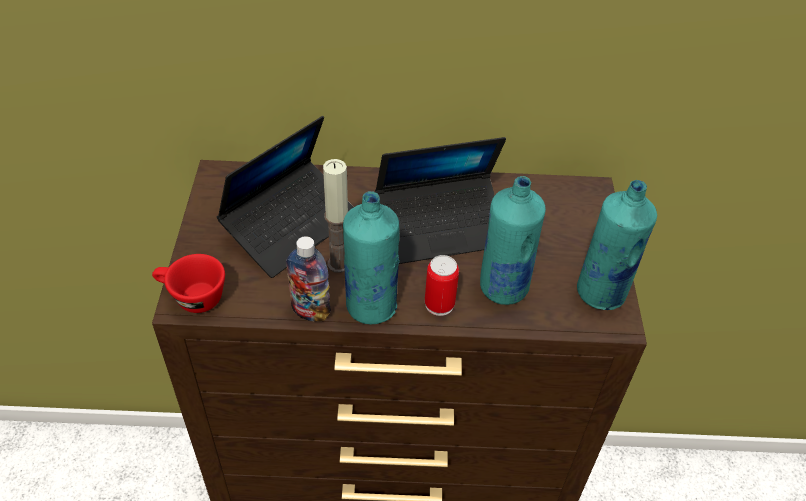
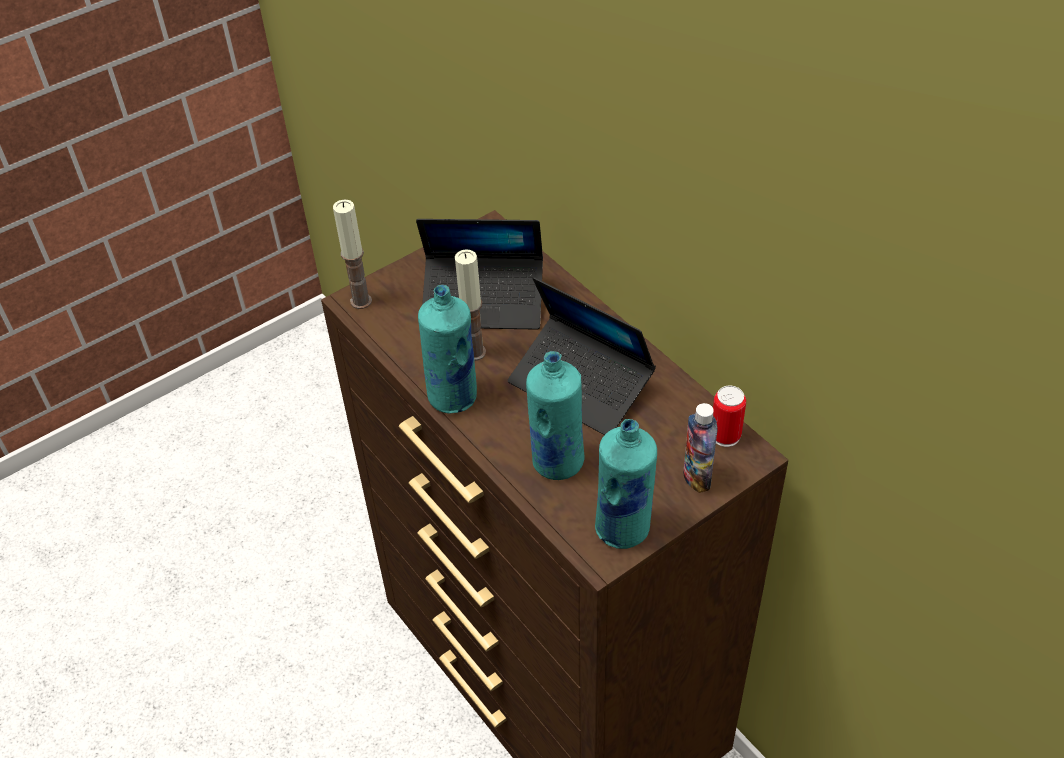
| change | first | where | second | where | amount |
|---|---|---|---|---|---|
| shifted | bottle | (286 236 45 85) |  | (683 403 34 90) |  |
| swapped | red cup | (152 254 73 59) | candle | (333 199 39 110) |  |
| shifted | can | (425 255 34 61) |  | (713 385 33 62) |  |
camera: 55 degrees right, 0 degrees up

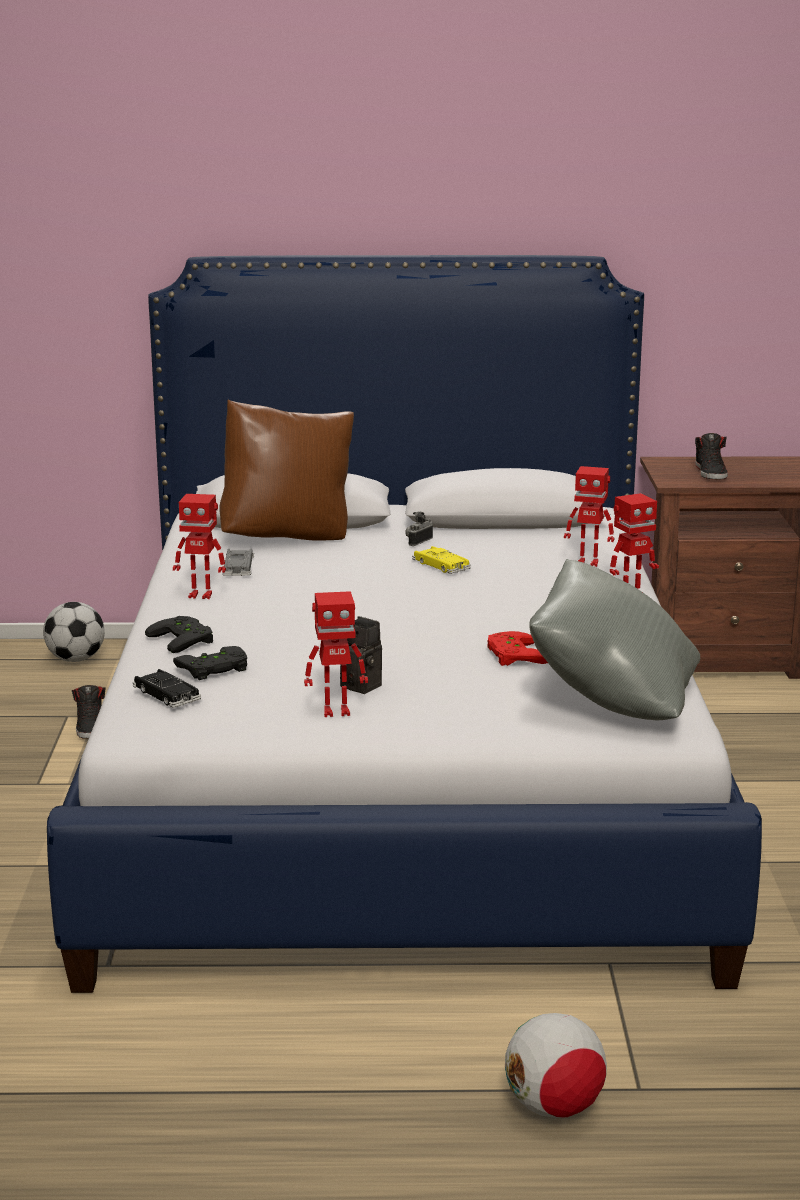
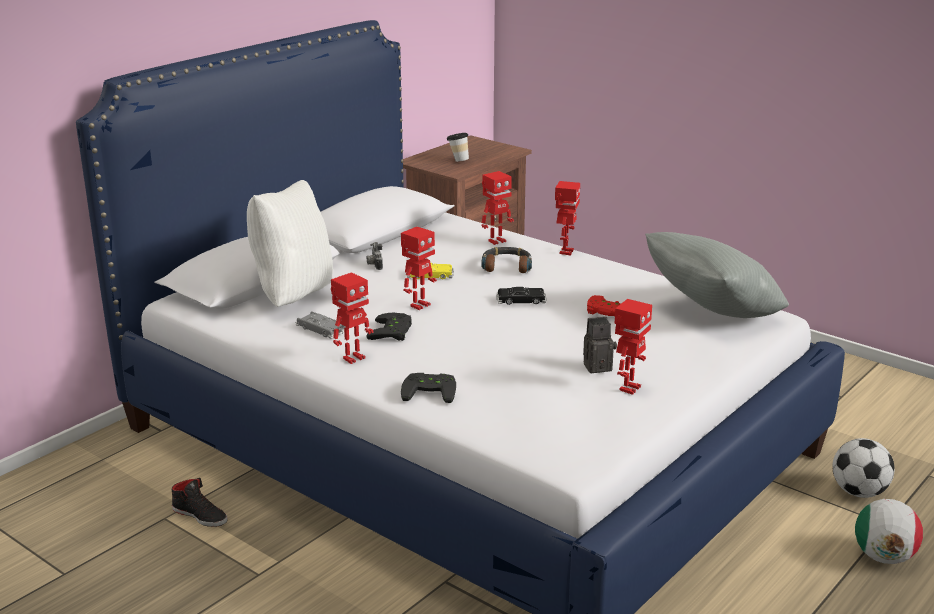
| change | first | where | second | where | amount |
|---|---|---|---|---|---|
| repainted | brown pillow | (219 400 135 141) | white pillow | (247 180 86 127) |  |
| swapped | black shoe | (695 433 33 46) | cup | (447 133 22 29) |  |
| shifted | football | (43 602 62 60) |  | (833 438 61 60) |  |
| shifted | black game controller | (173 646 74 34) |  | (366 313 46 28) |  |
| shifted | black toy car | (132 669 69 39) |  | (497 287 50 18) |  |
| new |  |  | toy robot | (401 227 36 83) |  |
| new |  |  | headphones | (481 247 51 26) |  |
camera: 50 degrees left, 5 degrees up

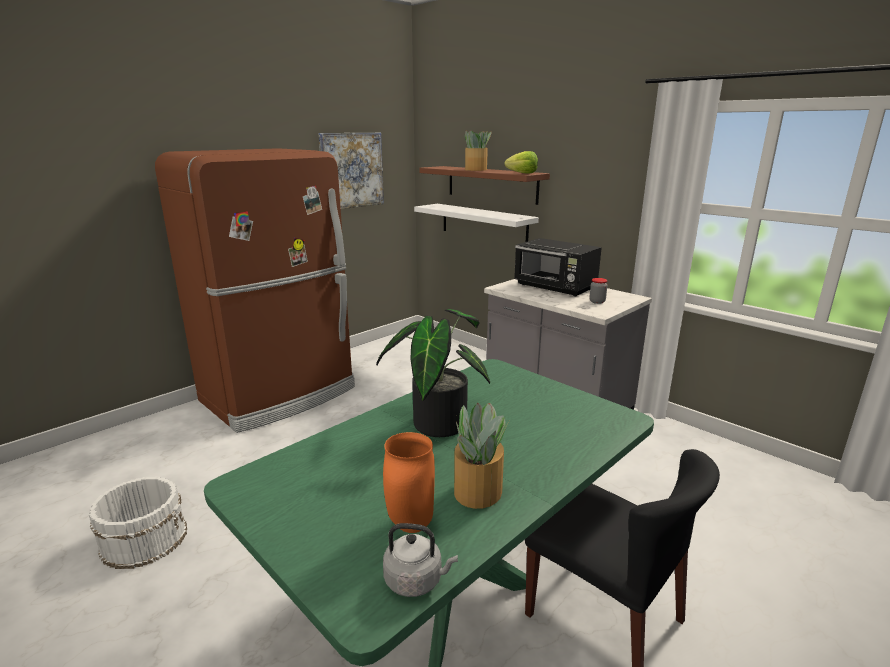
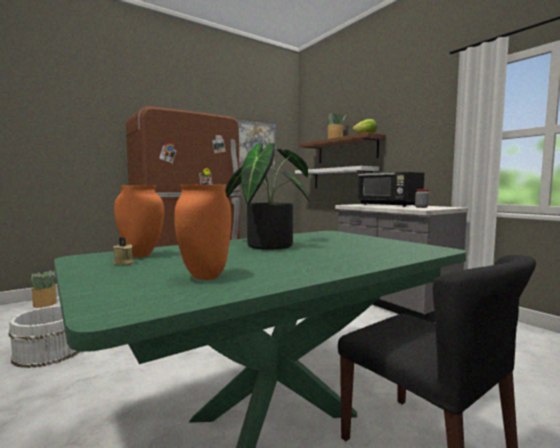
| change | first | where | second | where | amount |
|---|---|---|---|---|---|
| shifted | potted plant | (454 403 54 106) |  | (26 270 31 38) |  |
| gone | grey kettle | (383 523 75 74) |  |  |  |
| new |  |  | orange vase | (114 185 50 73) |  |
| new |  |  | beige candle | (113 237 21 28) |  |
camera: 10 degrees right, 15 degrees down

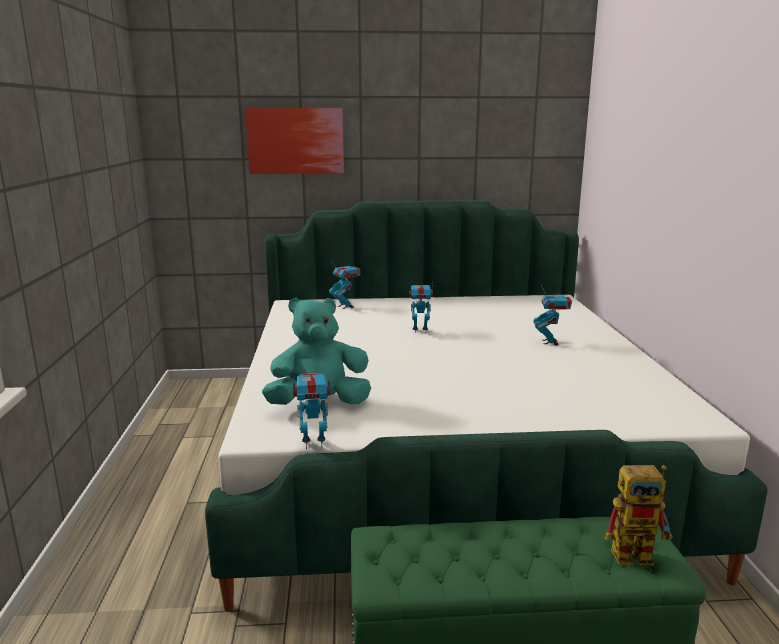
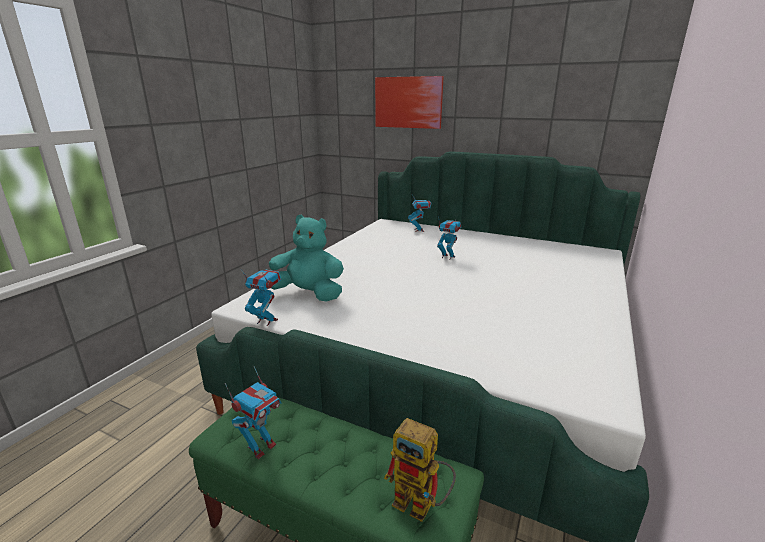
| change | first | where | second | where | amount |
|---|---|---|---|---|---|
| shifted | toy robot | (533 285 39 60) |  | (225 367 56 92) |  |
camera: 30 degrees right, 5 degrees up

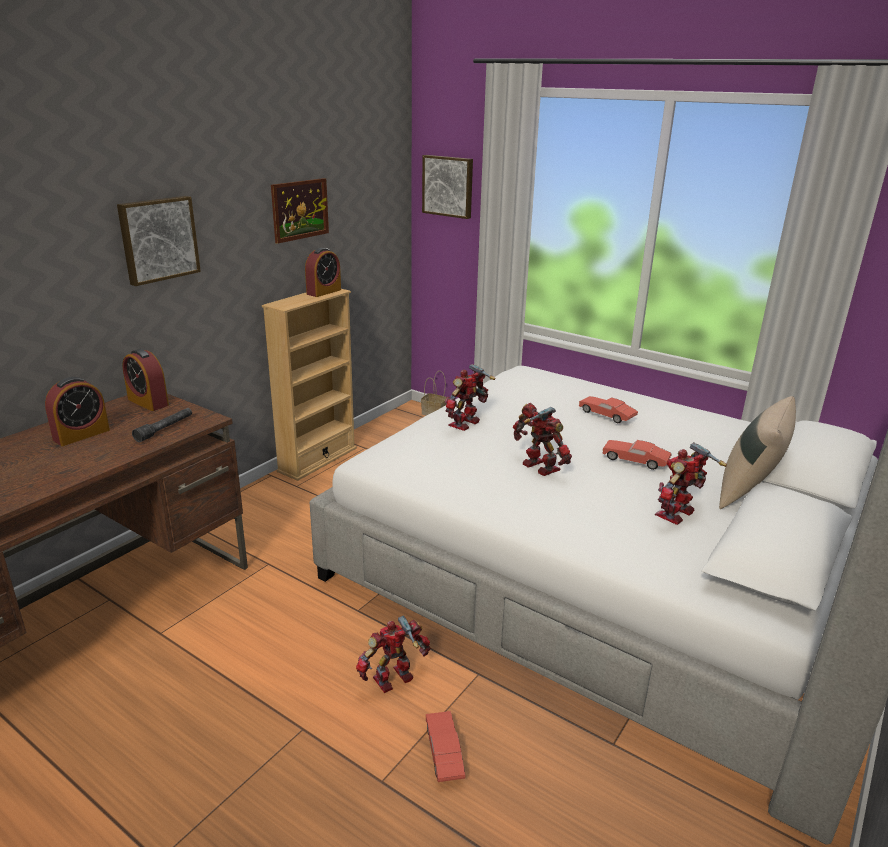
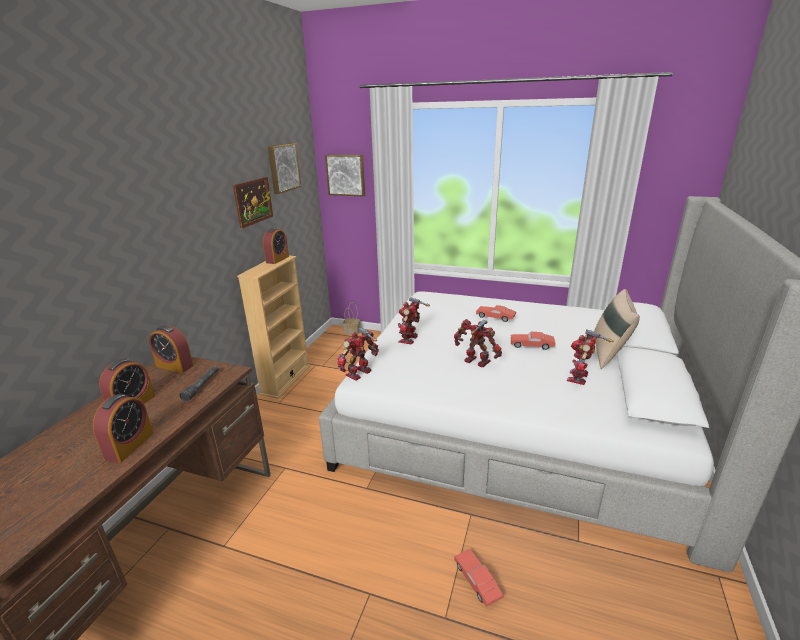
| change | first | where | second | where | amount |
|---|---|---|---|---|---|
| shifted | picture | (117 196 84 90) |  | (268 143 33 51) |  |
| shifted | toy robot | (356 615 74 78) |  | (337 327 42 54) |  |
| new |  |  | alarm clock | (93 394 61 69) |  |
camera: 15 degrees left, 0 degrees up

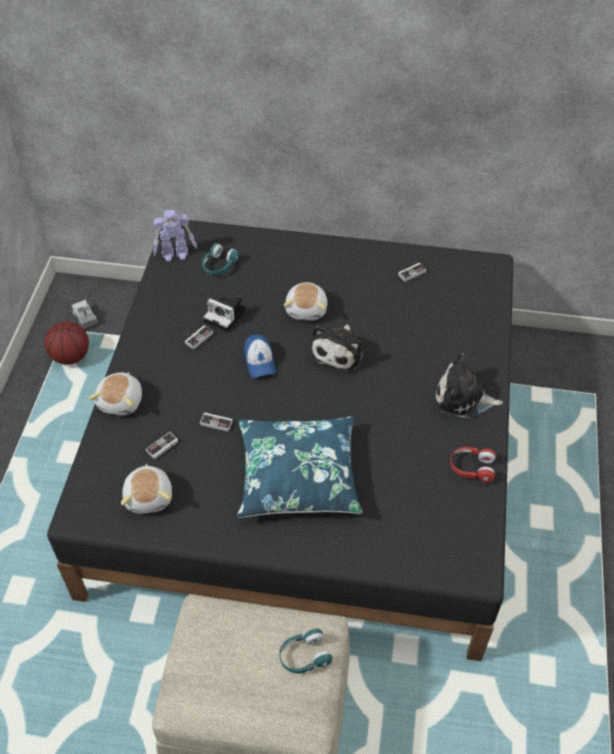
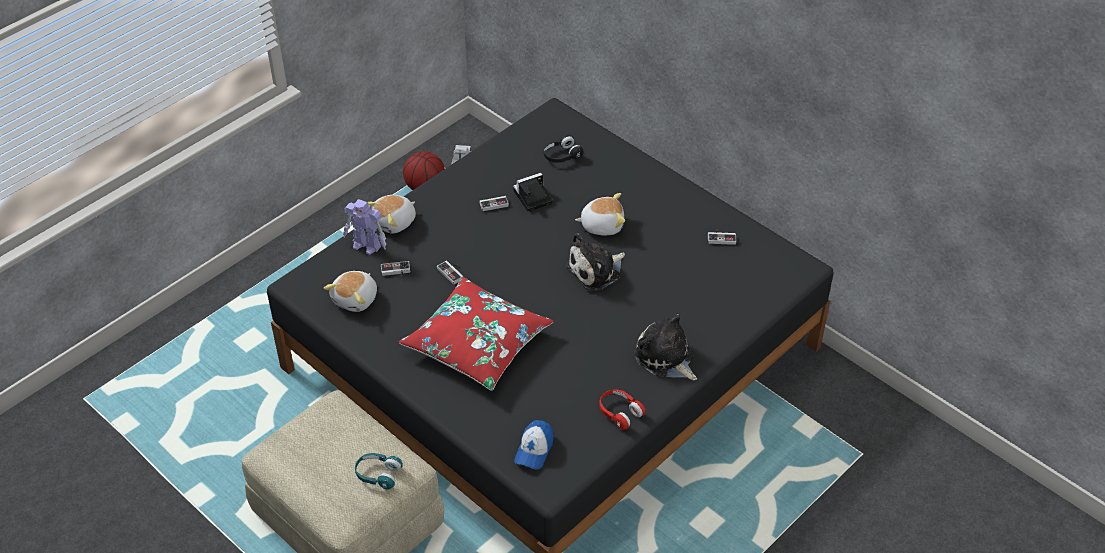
| change | first | where | second | where | amount |
|---|---|---|---|---|---|
| shifted | toy robot | (153 210 44 52) |  | (343 199 43 56) |  |
| repainted | turquoise headphones | (202 243 37 32) | black headphones | (543 135 40 28) |  |
| rotated | plush toy | (284 282 43 39) |  | (575 193 50 42) | 135 degrees counterclockwise |
| rotated | photo camera | (204 296 42 36) |  | (513 173 39 39) | 90 degrees clockwise |
| shifted | cap | (244 334 32 44) |  | (514 420 40 50) |  |
| repainted | blue pillow | (237 416 126 102) | red pillow | (399 277 155 114) |  |
camera: 35 degrees right, 5 degrees down

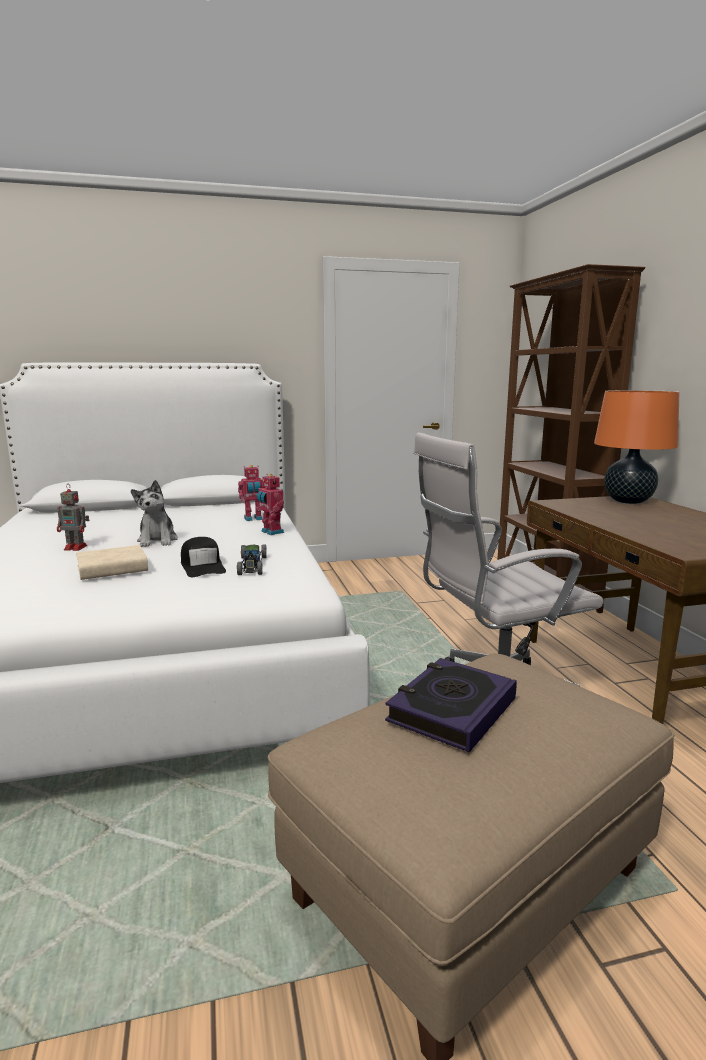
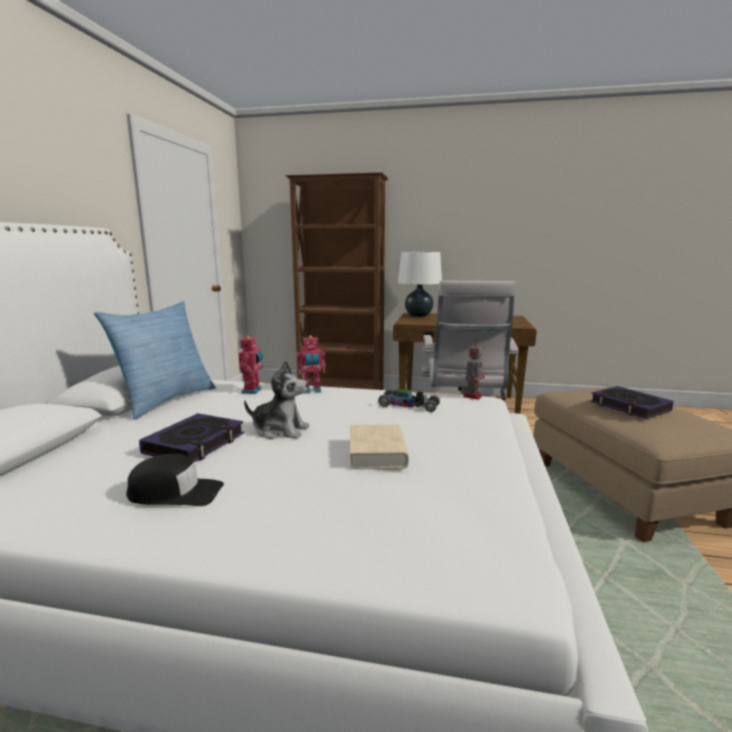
| change | first | where | second | where | amount |
|---|---|---|---|---|---|
| repainted | orange table lamp | (594 390 85 114) | white table lamp | (398 252 44 65) |  |
| shifted | toy robot | (57 485 32 66) |  | (463 339 22 61) |  |
| shifted | black cap | (181 537 45 40) |  | (126 454 98 52) |  |
| new |  |  | pillow | (94 301 122 119) |  |
| new |  |  | book | (139 413 105 49) |  |
camera: 65 degrees left, 0 degrees up

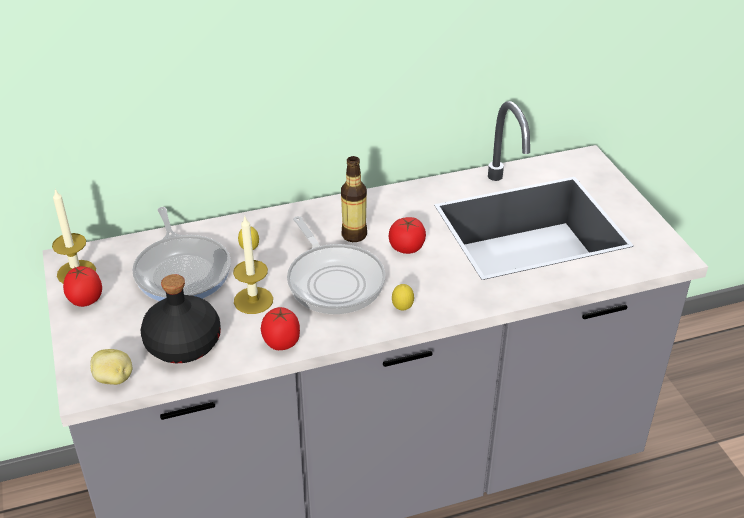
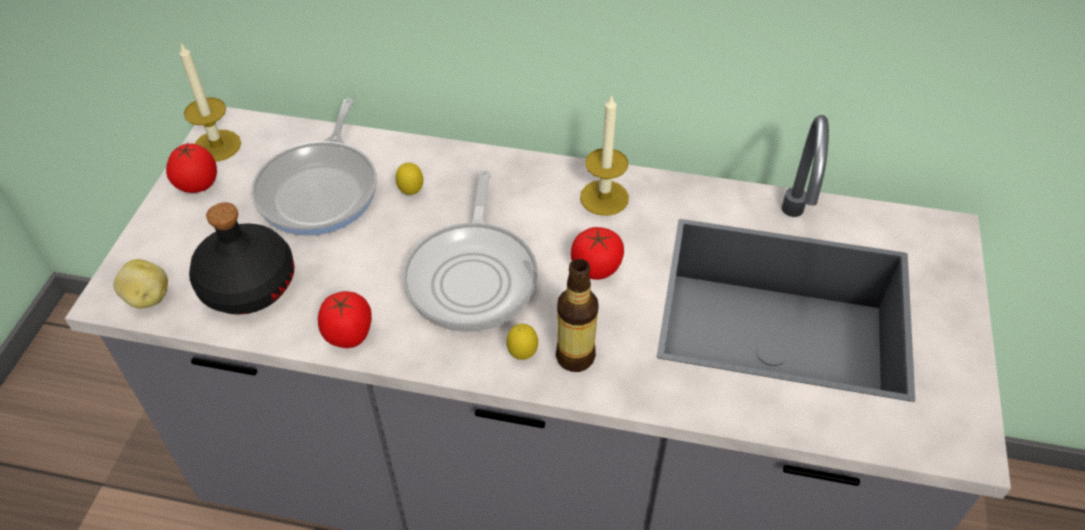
| change | first | where | second | where | amount |
|---|---|---|---|---|---|
| shifted | bottle | (341 156 26 86) |  | (556 259 43 113) |  |
| shifted | candle | (233 215 40 99) |  | (580 94 49 122) |  |
camera: 30 degrees right, 10 degrees up

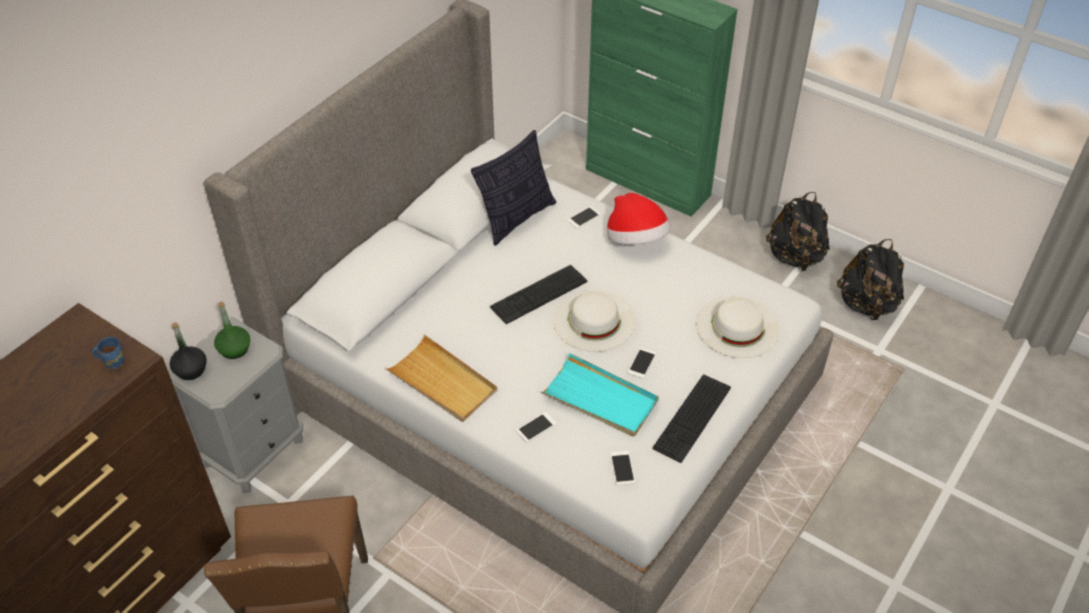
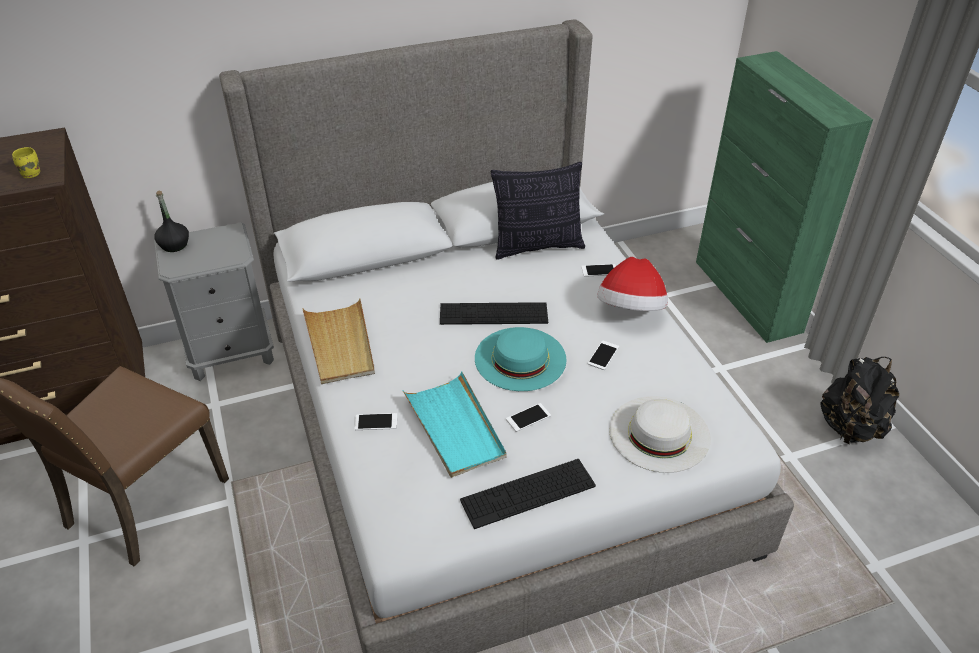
| change | first | where | second | where | amount |
|---|---|---|---|---|---|
| gone | black backpack | (837 239 67 81) |  |  |  |
| repainted | white hat | (553 290 83 62) | turquoise hat | (475 327 92 64) |  |
| gone | green bottle | (214 301 36 58) |  |  |  |
| repainted | blue mug | (92 337 32 33) | yellow mug | (12 147 28 31) |  |
| shifted | phone | (610 451 25 34) |  | (588 340 31 30) |  |
camera: 35 degrees right, 5 degrees down

